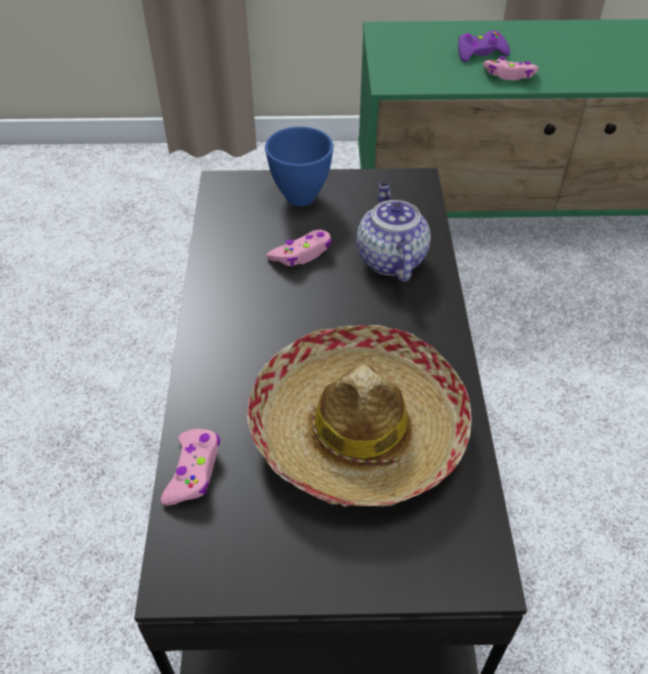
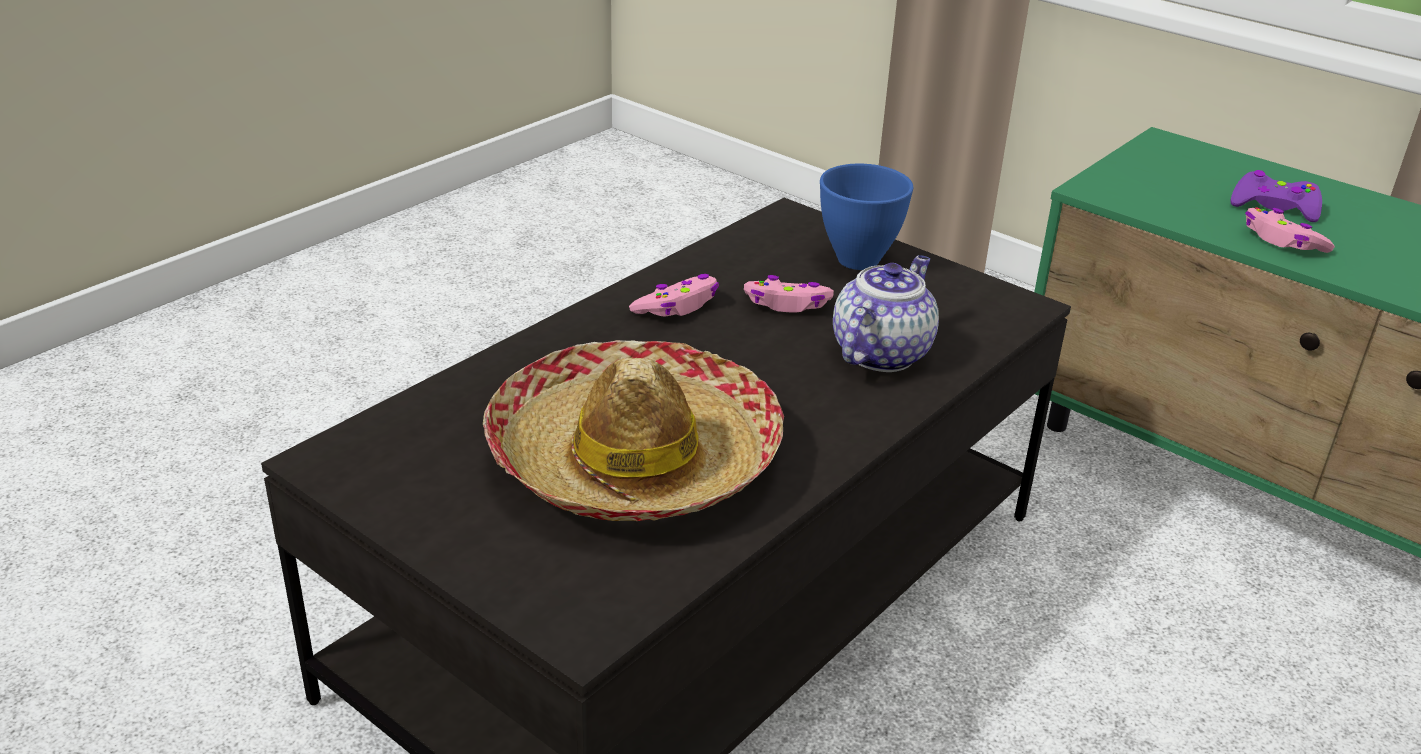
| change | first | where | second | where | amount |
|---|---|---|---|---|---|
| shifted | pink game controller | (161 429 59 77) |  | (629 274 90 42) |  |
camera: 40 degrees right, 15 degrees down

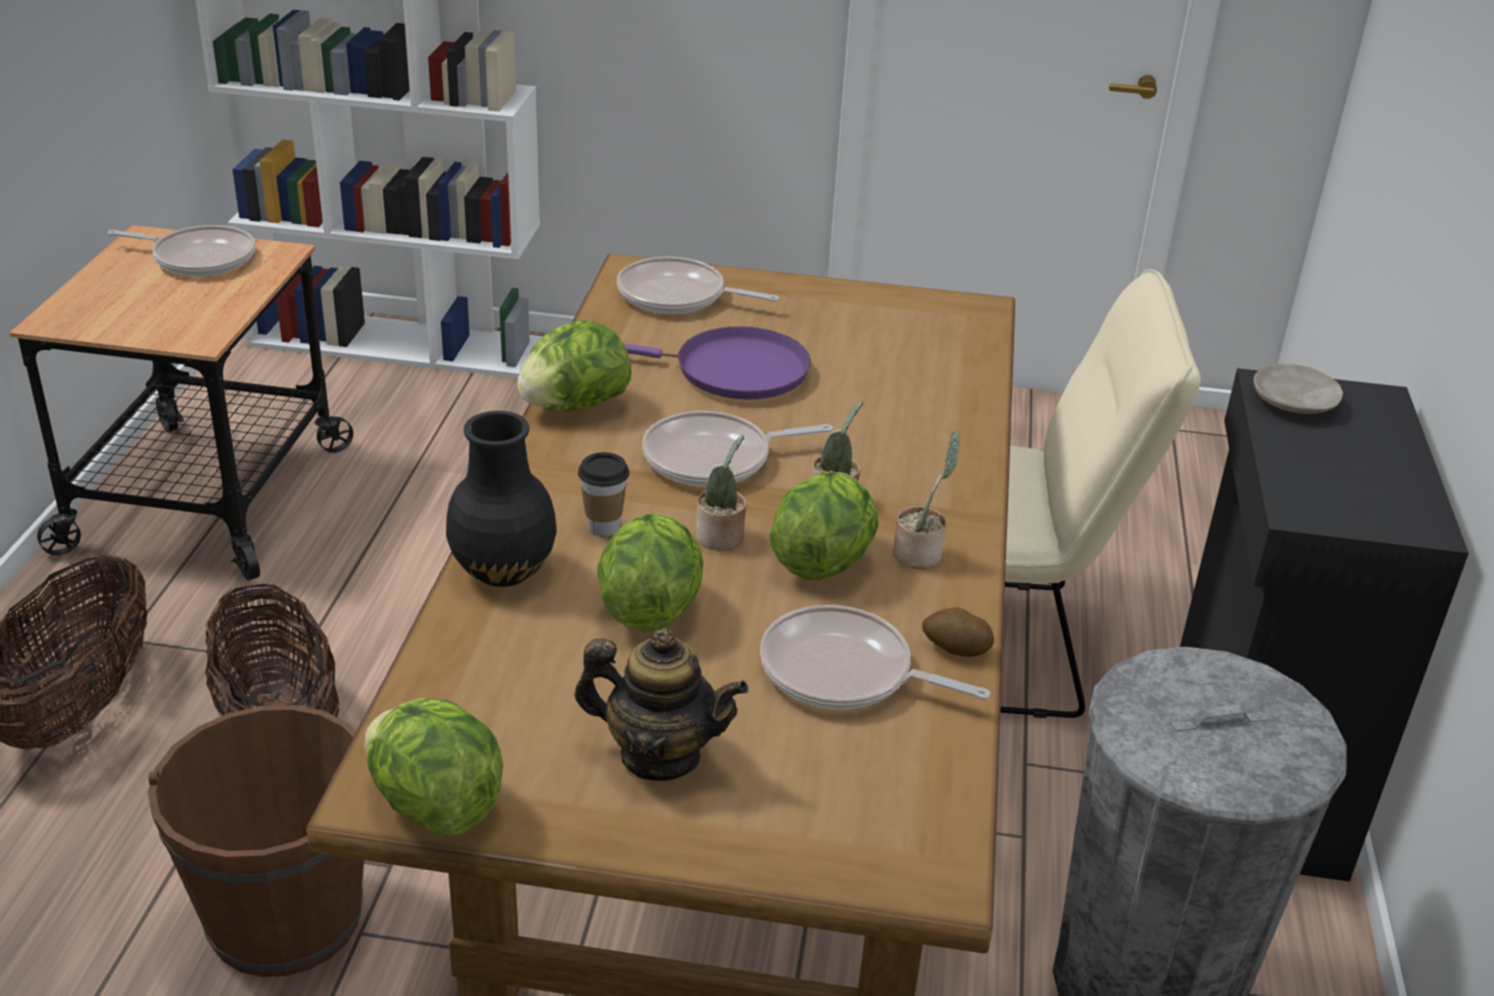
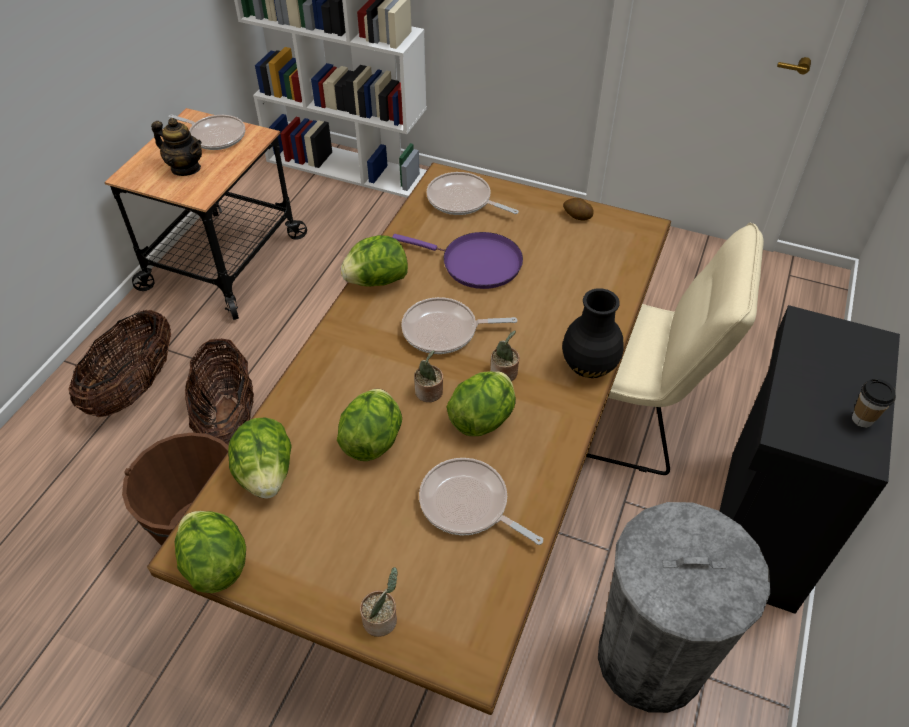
| change | first | where | second | where | amount |
|---|---|---|---|---|---|
| gone | beige plate | (1253 364 90 50) |  |  |  |
| shifted | black vase | (446 411 111 176) |  | (562 288 62 90) |  |
| shifted | potted plant | (893 431 66 138) |  | (360 567 38 70) |  |
| shifted | cup | (578 452 52 84) |  | (852 379 44 49) |  |
| shifted | potato | (922 608 72 49) |  | (563 198 31 23) |  |
| shifted | teapot | (574 628 174 153) |  | (151 118 51 58) |  |
| new |  |  | lettuce | (228 417 64 82) |  |
camera: 15 degrees right, 15 degrees up

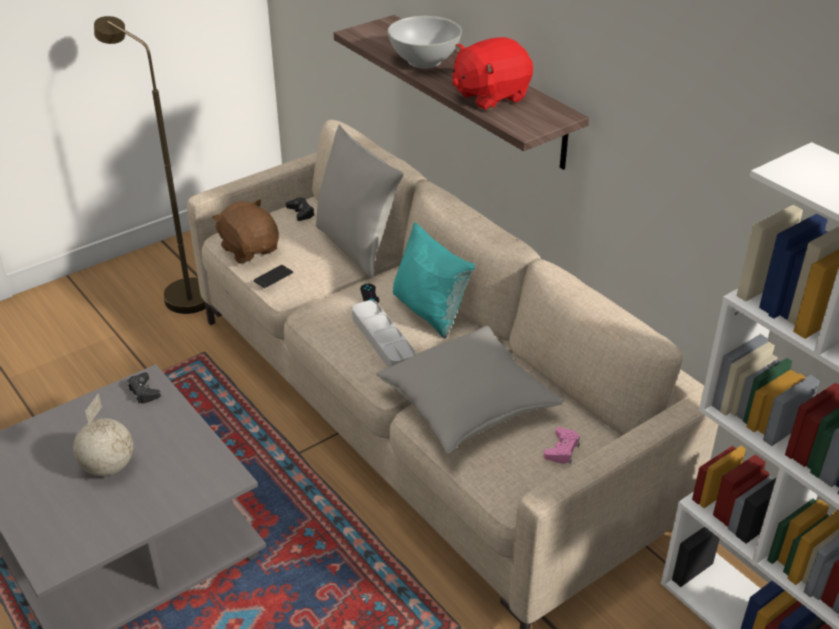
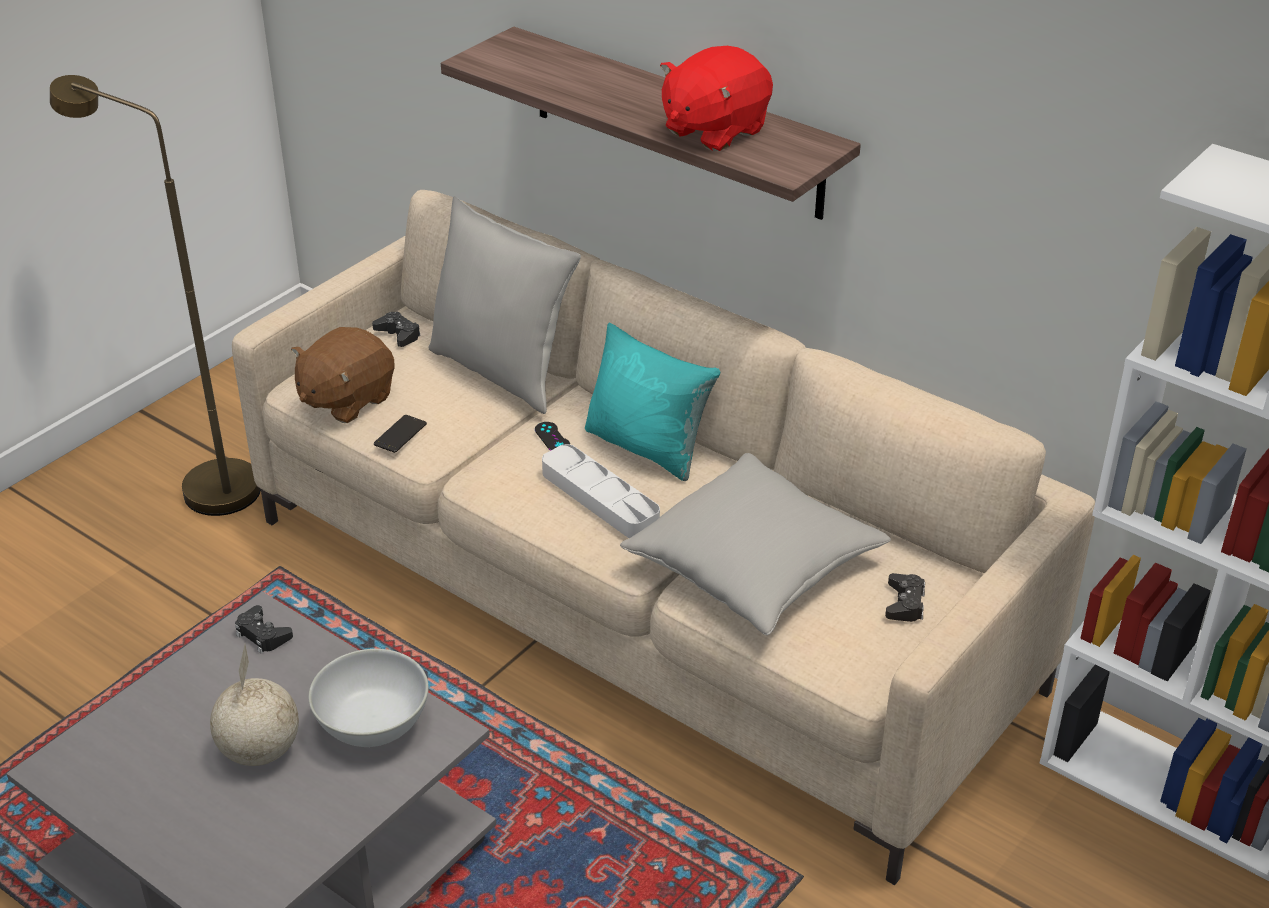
| change | first | where | second | where | amount |
|---|---|---|---|---|---|
| shifted | white bowl | (388 16 74 52) |  | (308 649 121 98) |  |
| rotated | brown plush toy | (212 200 67 64) |  | (291 327 104 96) | 90 degrees counterclockwise |
| repainted | pink game controller | (544 427 36 37) | black game controller | (885 573 40 49) |  |
camera: 15 degrees left, 0 degrees up

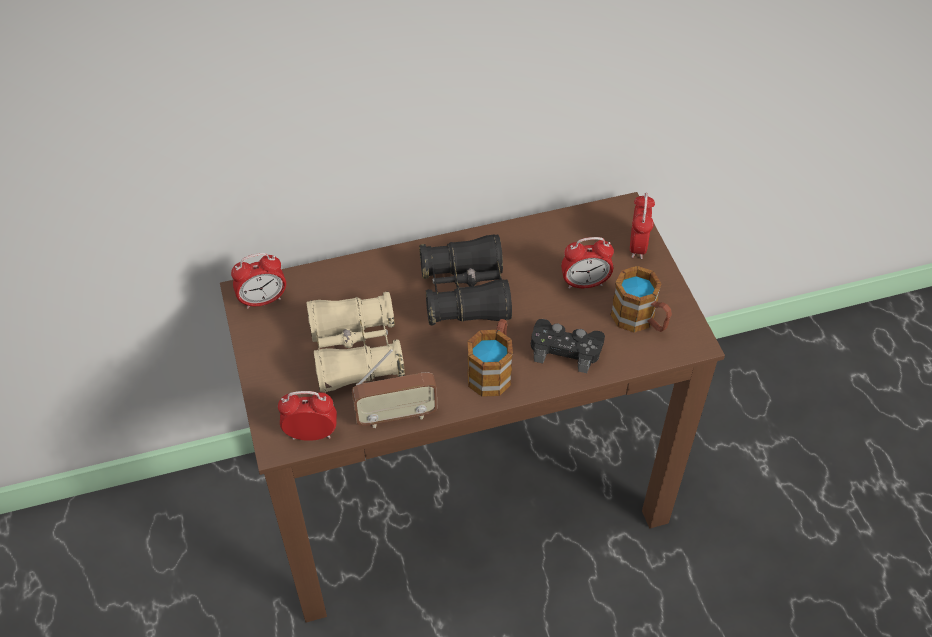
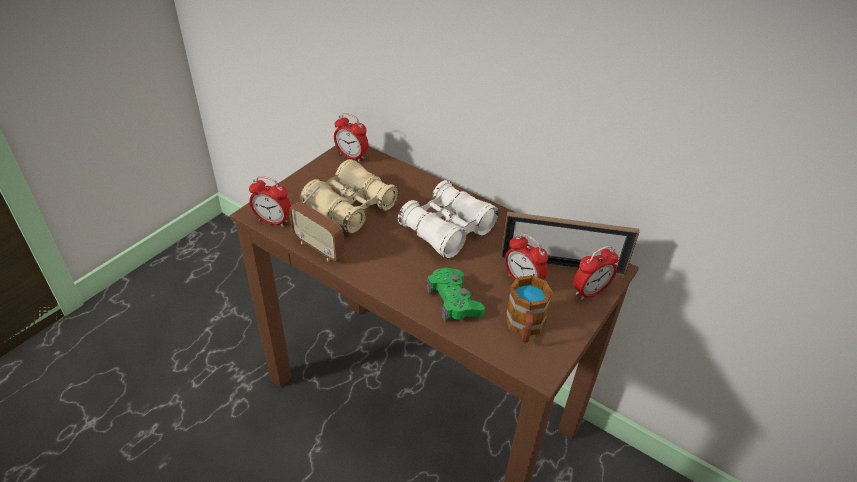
| change | first | where | second | where | amount |
|---|---|---|---|---|---|
| repainted | black binoculars | (419 234 93 92) | white binoculars | (398 180 101 79) |  |
| gone | mug | (467 319 46 78) |  |  |  |
| repainted | black game controller | (531 319 74 54) | green game controller | (426 268 59 54) |  |
| rotated | alarm clock | (278 391 59 50) |  | (249 176 42 51) | 150 degrees clockwise |
| new |  |  | picture frame | (500 212 140 64) |  |
camera: 50 degrees right, 10 degrees down

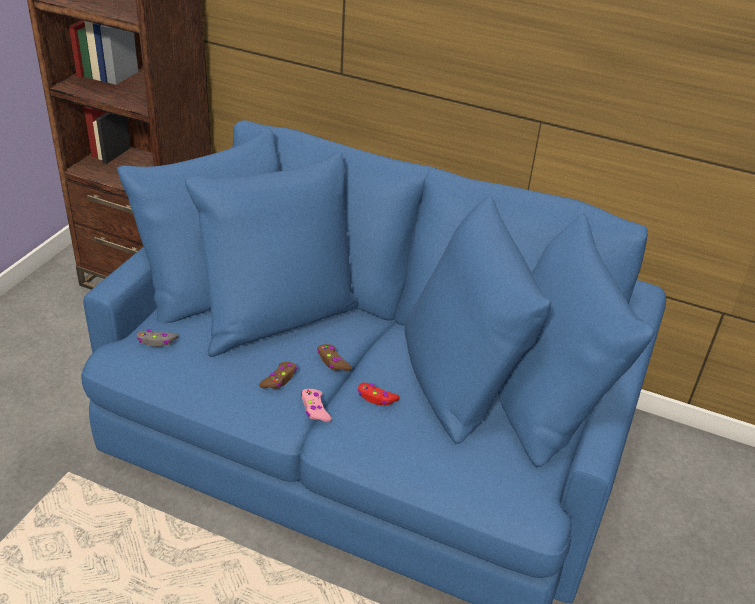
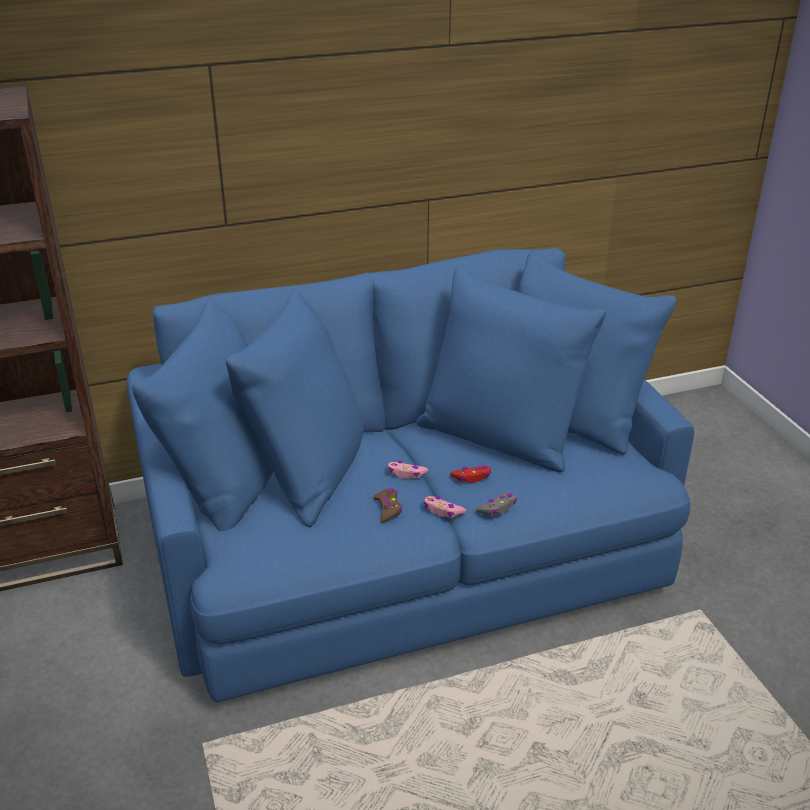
| change | first | where | second | where | amount |
|---|---|---|---|---|---|
| shifted | grey game controller | (137 329 41 18) |  | (476 492 41 24) |  |
| repainted | brown game controller | (317 344 35 27) | pink game controller | (388 460 40 19) |  |
camera: 40 degrees left, 5 degrees down

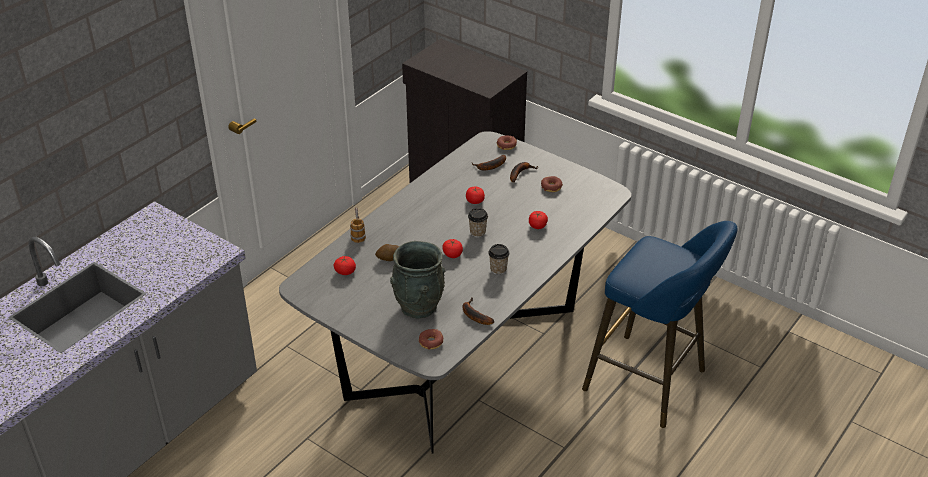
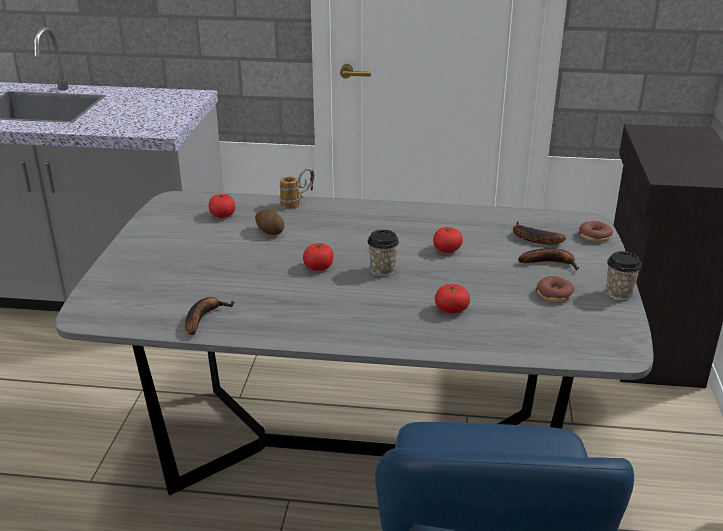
| change | first | where | second | where | amount |
|---|---|---|---|---|---|
| gone | grey vase | (390 241 55 78) |  |  |  |
| shifted | cup | (488 244 21 31) |  | (606 251 36 49) |  |
| gone | donut | (419 329 24 20) |  |  |  |
camera: 60 degrees right, 10 degrees down

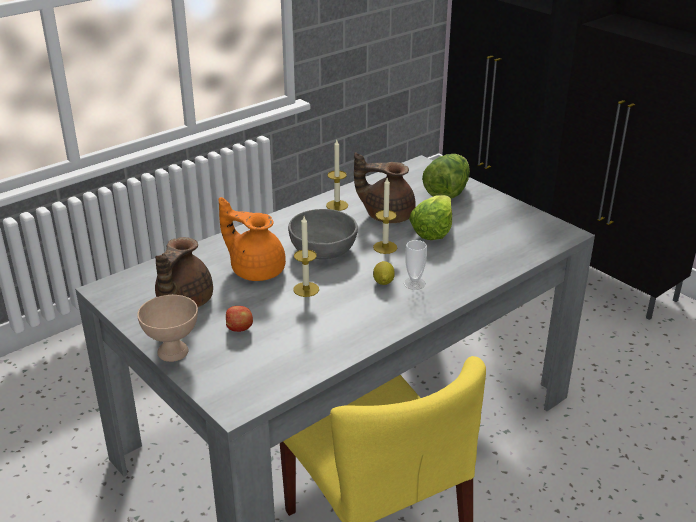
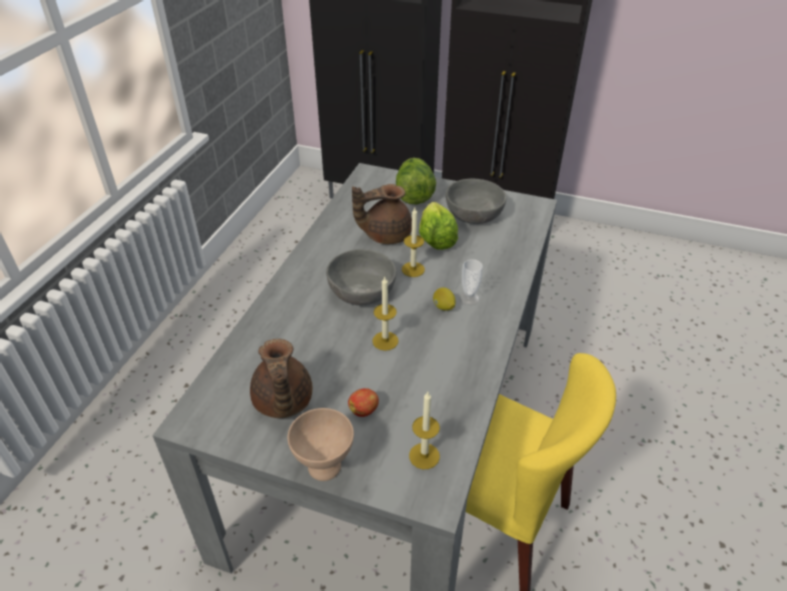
| change | first | where | second | where | amount |
|---|---|---|---|---|---|
| shifted | candle | (326 140 22 71) |  | (409 392 31 77) |  |
| gone | orange teapot | (218 197 68 84) |  |  |  |
| new |  |  | grey bowl | (446 179 60 45) |  |
camera: 30 degrees left, 10 degrees up

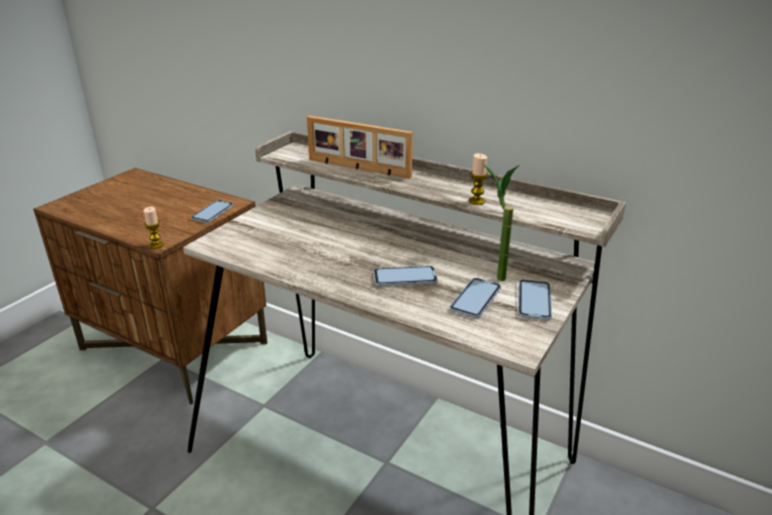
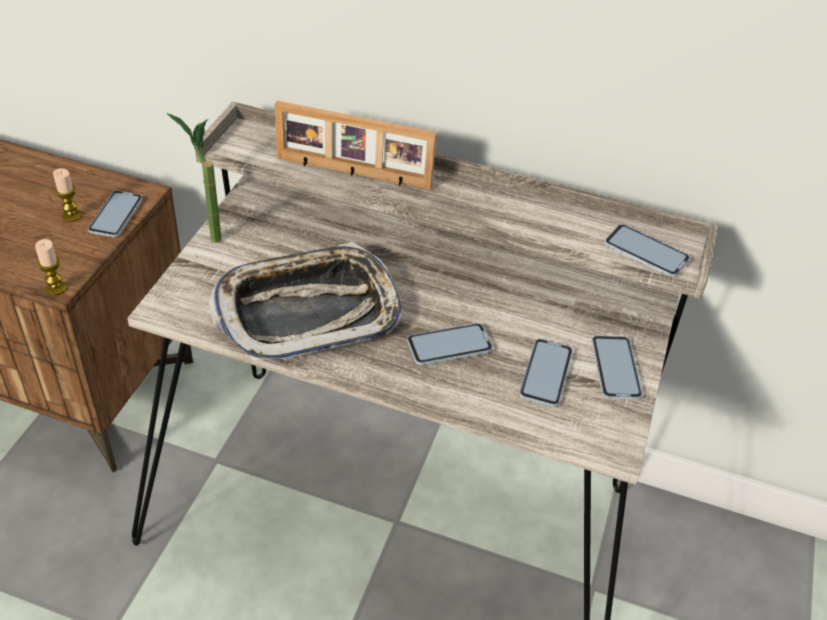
| change | first | where | second | where | amount |
|---|---|---|---|---|---|
| shifted | candle | (469 153 19 52) |  | (53 168 28 54) |  |
| shifted | potted plant | (482 163 37 118) |  | (167 113 54 130) |  |
| new |  |  | phone | (604 224 86 53) |  |
| new |  |  | tray | (209 242 194 121) |  |
camera: 15 degrees left, 15 degrees up

